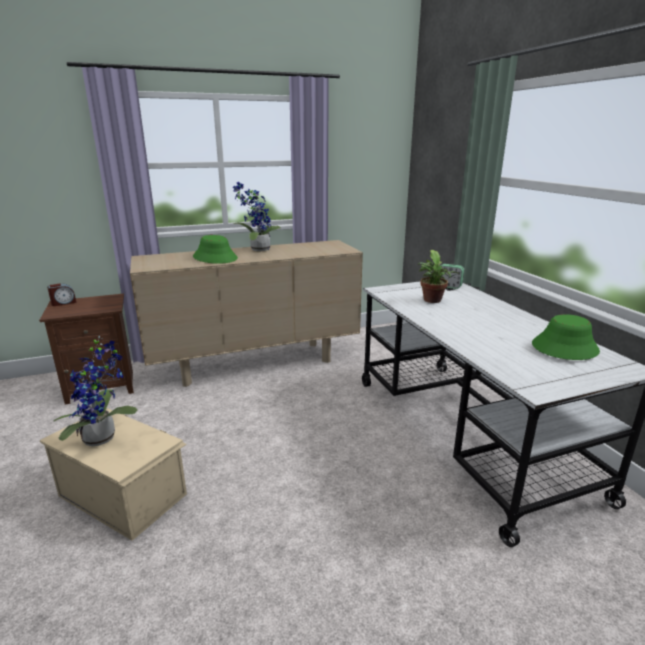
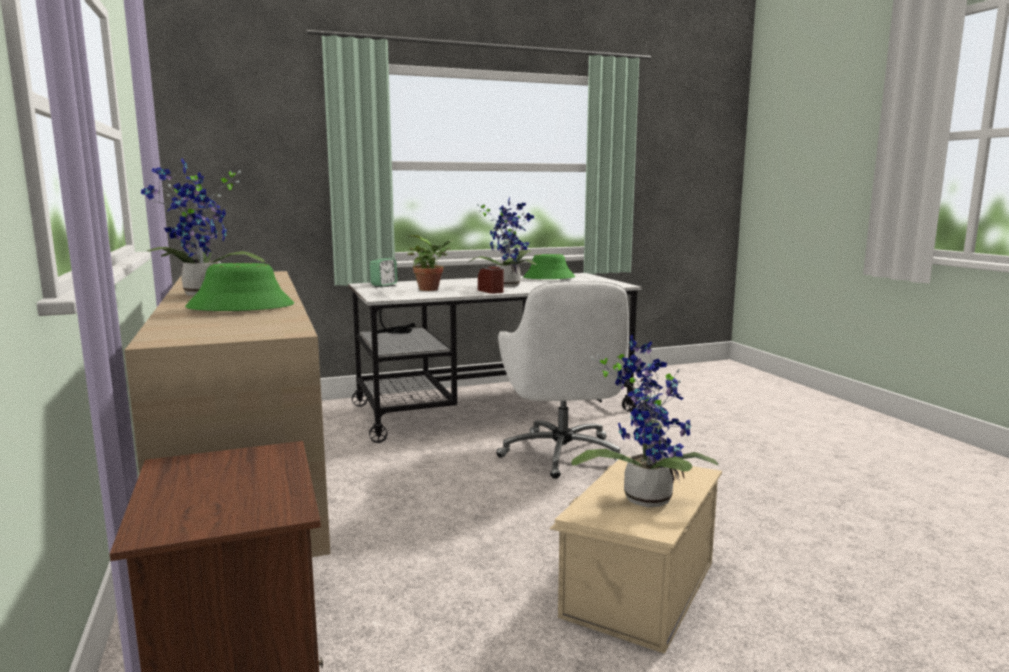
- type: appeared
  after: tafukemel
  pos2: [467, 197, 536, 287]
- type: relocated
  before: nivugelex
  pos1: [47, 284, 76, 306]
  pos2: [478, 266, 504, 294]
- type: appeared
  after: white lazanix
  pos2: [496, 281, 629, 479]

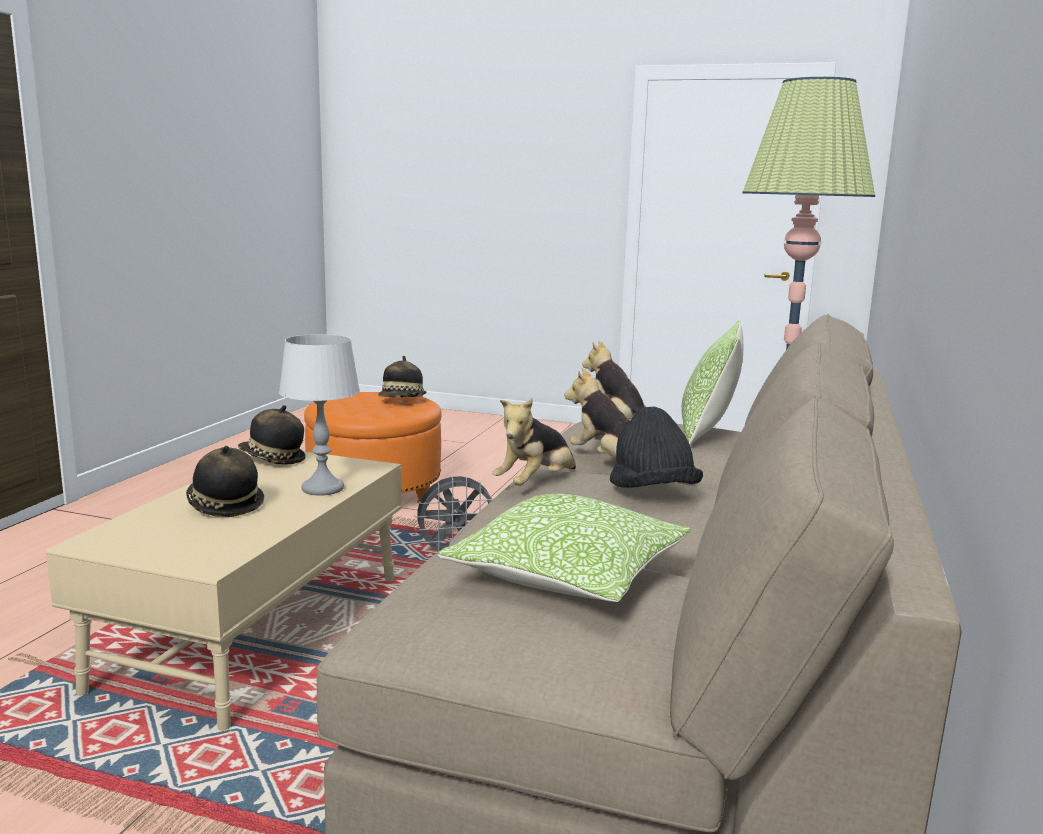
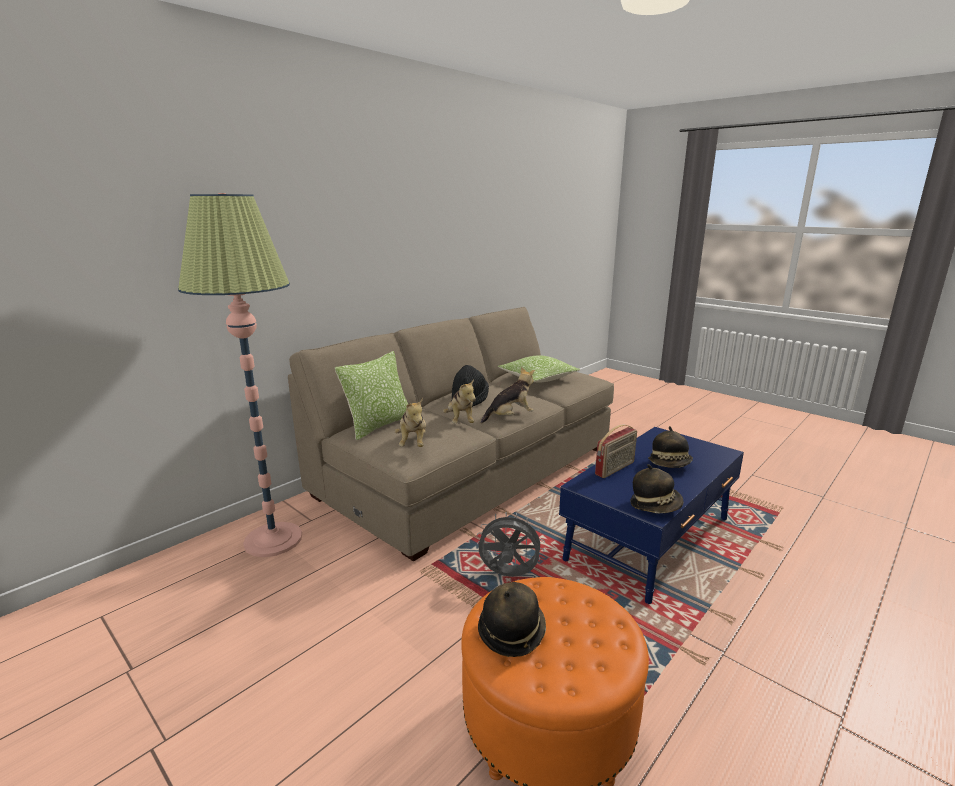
- type: colour
  before: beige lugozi
  after: blue lugozi
  pos1: [46, 451, 402, 731]
  pos2: [559, 427, 744, 604]
- type: exchanged
  before: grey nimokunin
  after: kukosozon
  pos1: [279, 334, 360, 496]
  pos2: [595, 425, 637, 478]

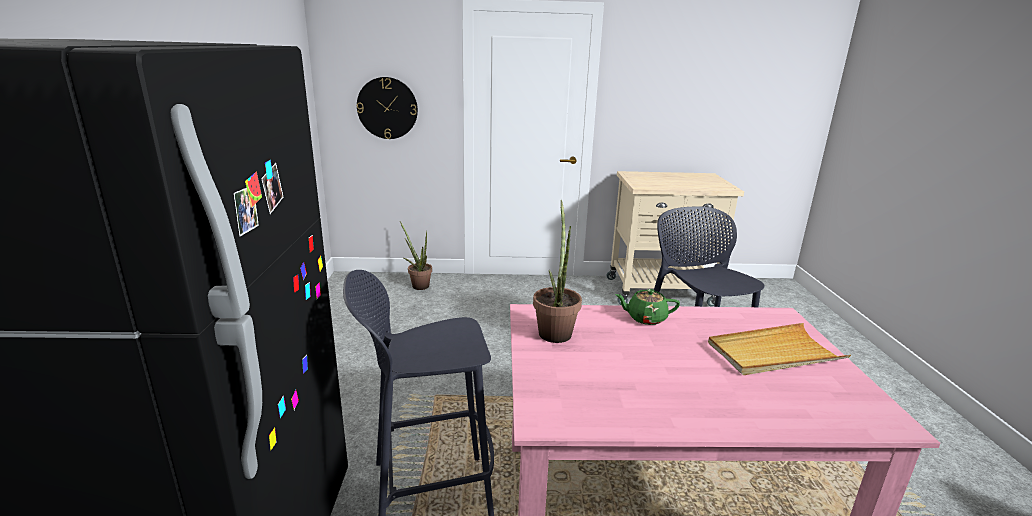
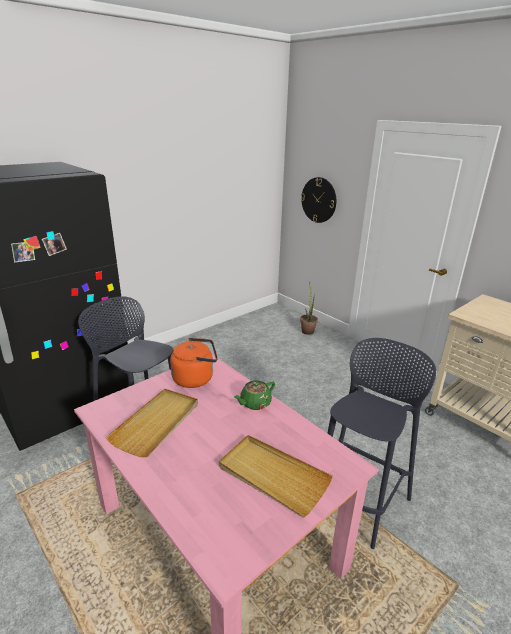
- type: appeared
  after: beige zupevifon
  pos2: [106, 389, 198, 457]
- type: exchanged
  before: tafukemel
  after: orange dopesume
  pos1: [533, 200, 582, 343]
  pos2: [170, 337, 218, 388]
- type: spun
  before: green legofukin
  pos1: [615, 289, 680, 325]
  pos2: [234, 380, 275, 410]
  turn: -90

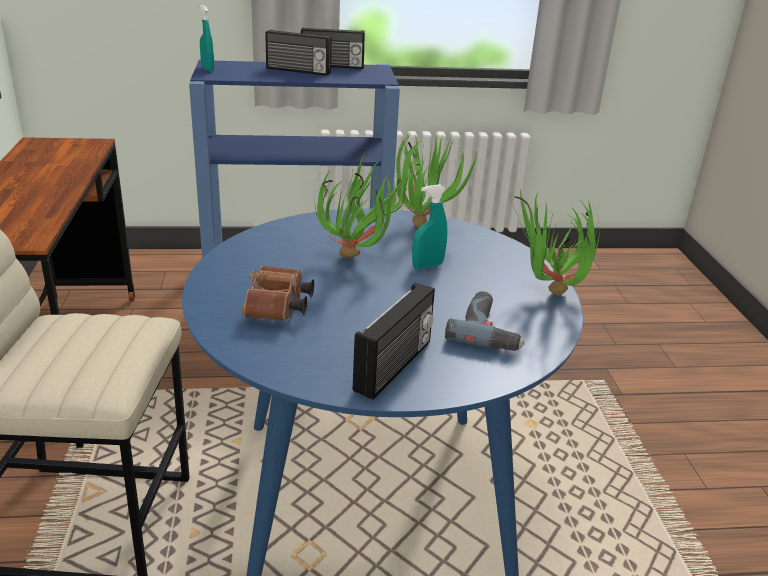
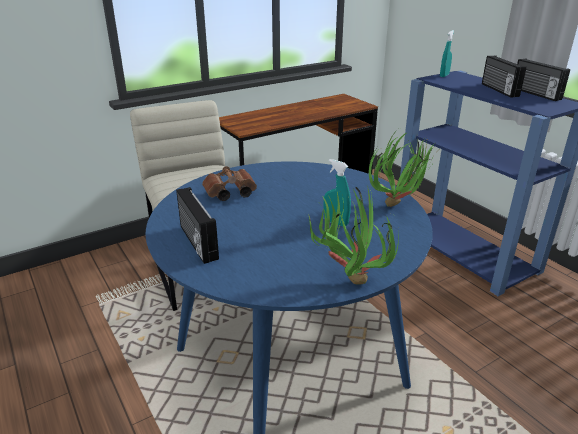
- type: spun
  before: kukosozon
  pos1: [353, 283, 435, 399]
  pos2: [176, 187, 219, 264]
  turn: 60
- type: missing
  before: tafukemel
  pos1: [315, 154, 408, 258]
- type: missing
  before: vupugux
  pos1: [445, 291, 525, 351]

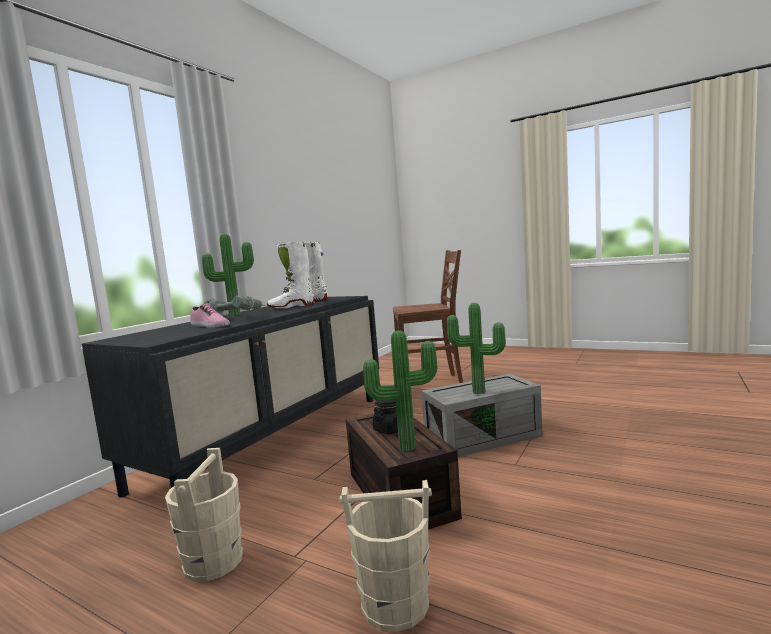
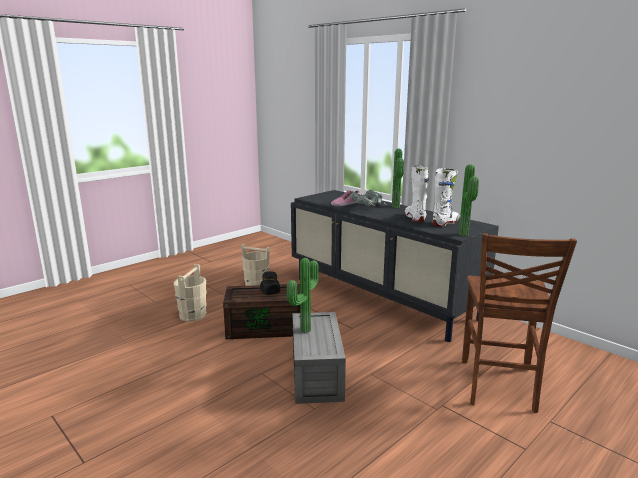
- type: relocated
  before: tafukemel
  pos1: [363, 330, 437, 451]
  pos2: [459, 164, 479, 236]

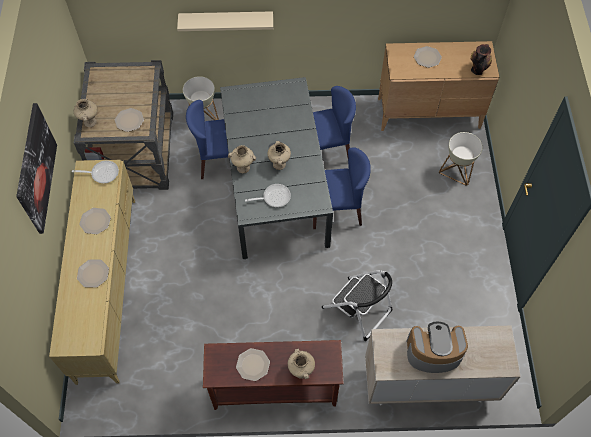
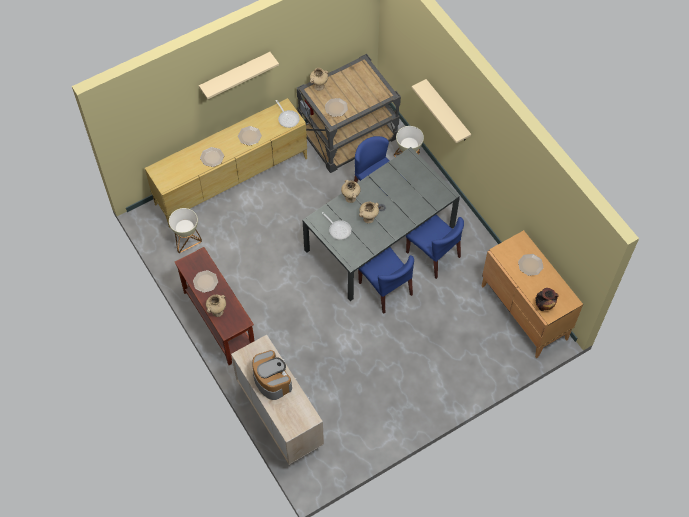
- type: relocated
  before: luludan
  pos1: [439, 132, 483, 186]
  pos2: [169, 208, 202, 253]
- type: exchanged
  before: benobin
  after: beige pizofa
  pos1: [16, 103, 57, 234]
  pos2: [199, 52, 279, 99]
- type: missing
  before: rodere
  pos1: [322, 270, 393, 341]

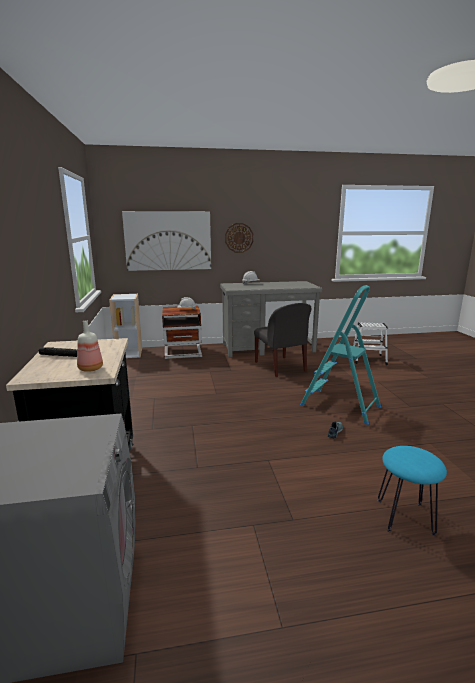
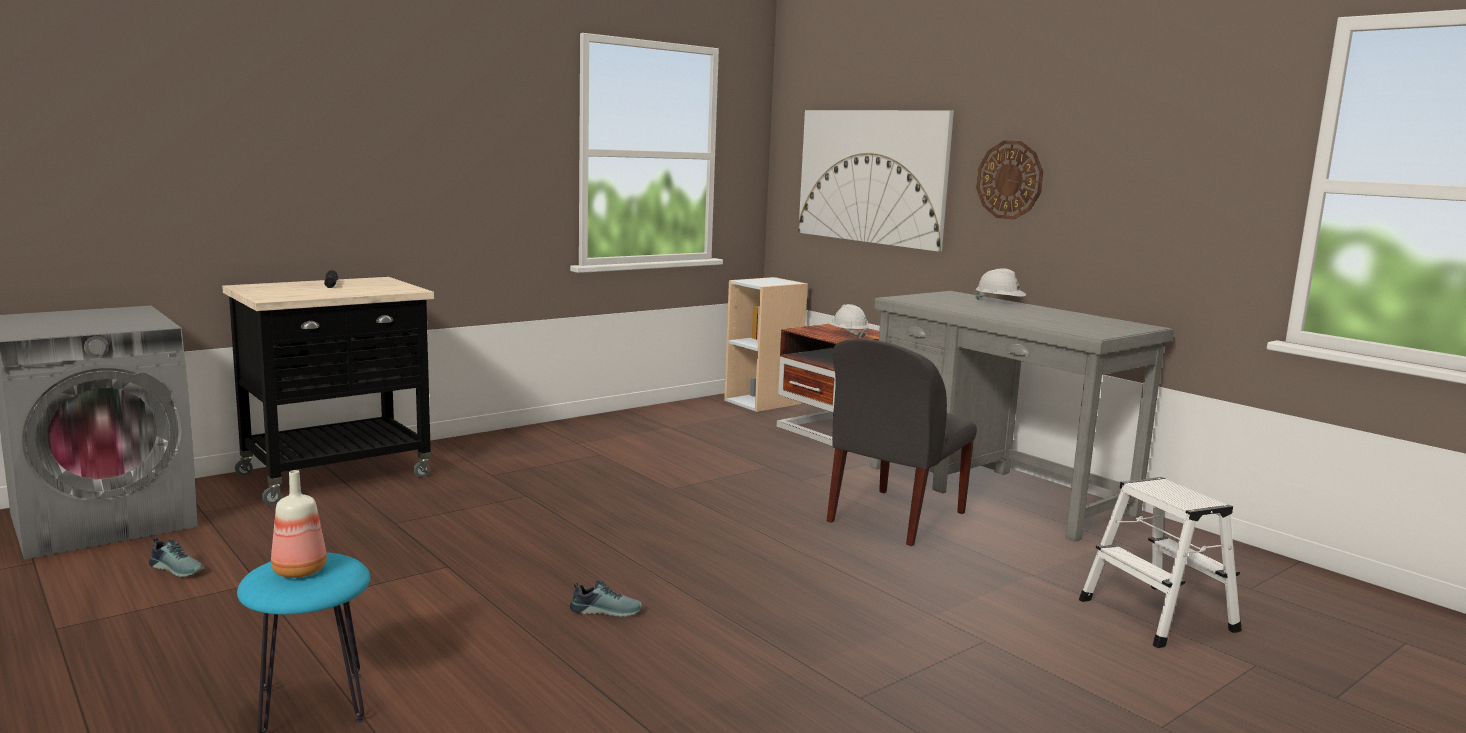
- type: appeared
  after: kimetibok
  pos2: [149, 537, 204, 577]
- type: relocated
  before: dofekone
  pos1: [77, 320, 103, 372]
  pos2: [271, 470, 327, 578]
- type: missing
  before: turquoise rodere
  pos1: [300, 285, 381, 425]

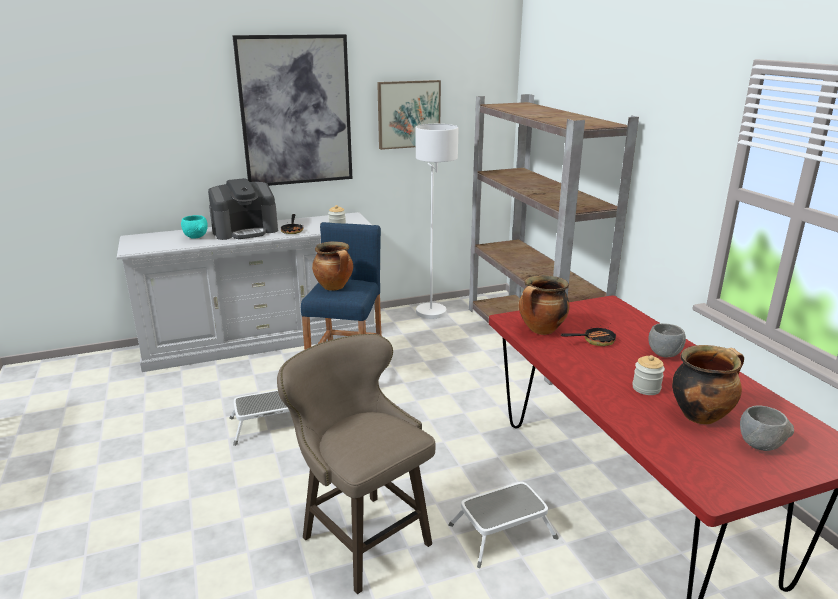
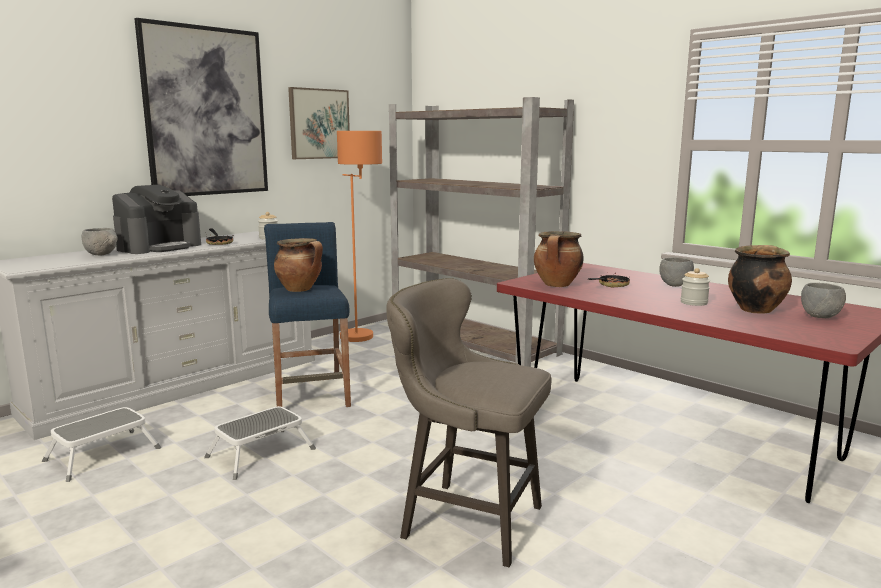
- type: relocated
  before: grey rodere
  pos1: [448, 482, 559, 568]
  pos2: [42, 407, 161, 482]
- type: colour
  before: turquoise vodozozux
  after: grey vodozozux
  pos1: [181, 215, 208, 239]
  pos2: [82, 228, 118, 255]
- type: colour
  before: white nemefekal
  after: orange nemefekal
  pos1: [416, 124, 458, 319]
  pos2: [337, 131, 382, 342]

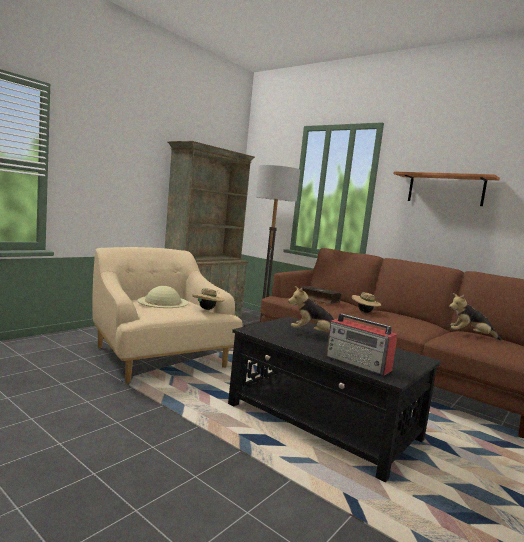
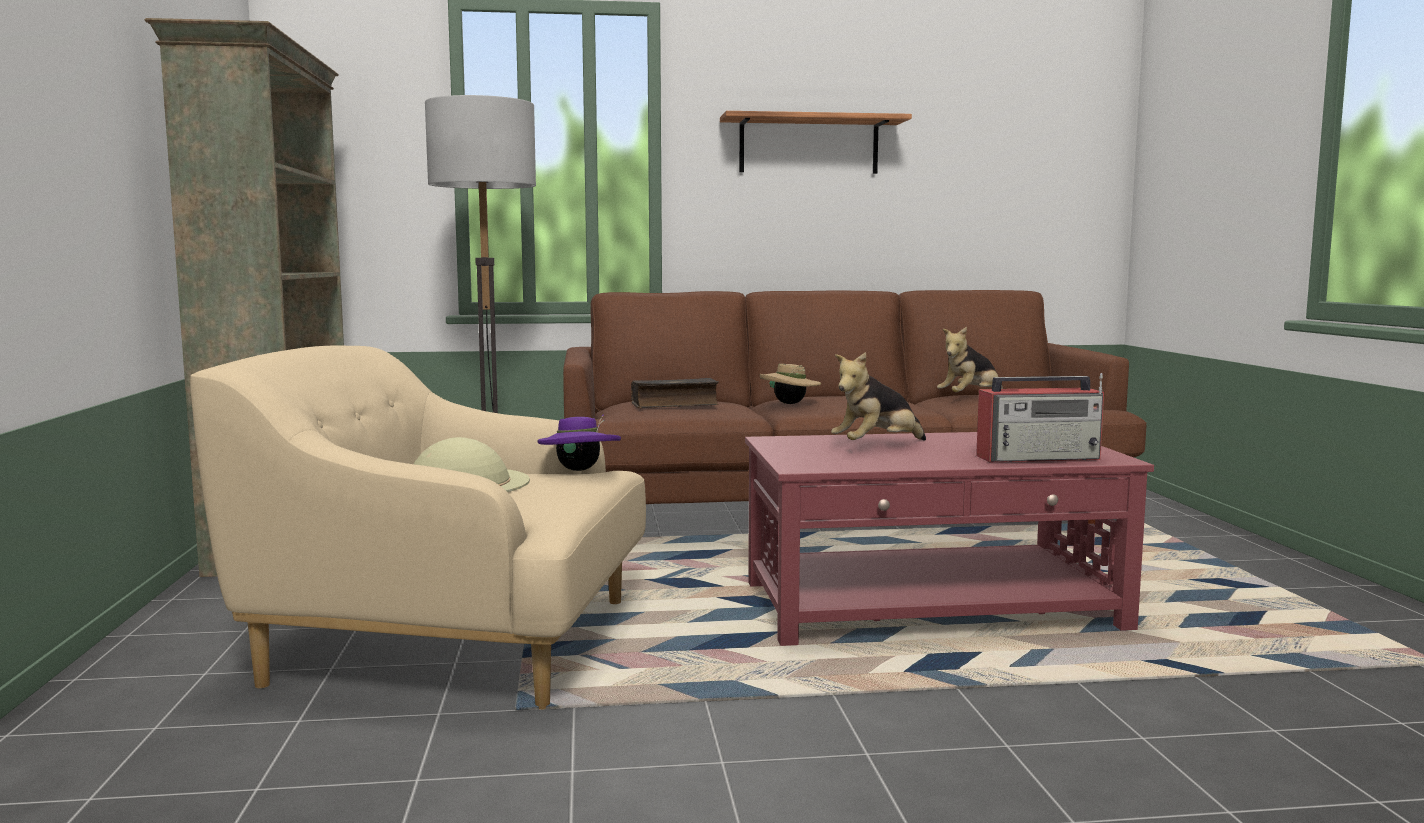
- type: colour
  before: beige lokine
  after: purple lokine
  pos1: [192, 288, 224, 310]
  pos2: [537, 415, 621, 471]
- type: colour
  before: black lugozi
  after: red lugozi
  pos1: [228, 316, 441, 482]
  pos2: [745, 432, 1154, 646]

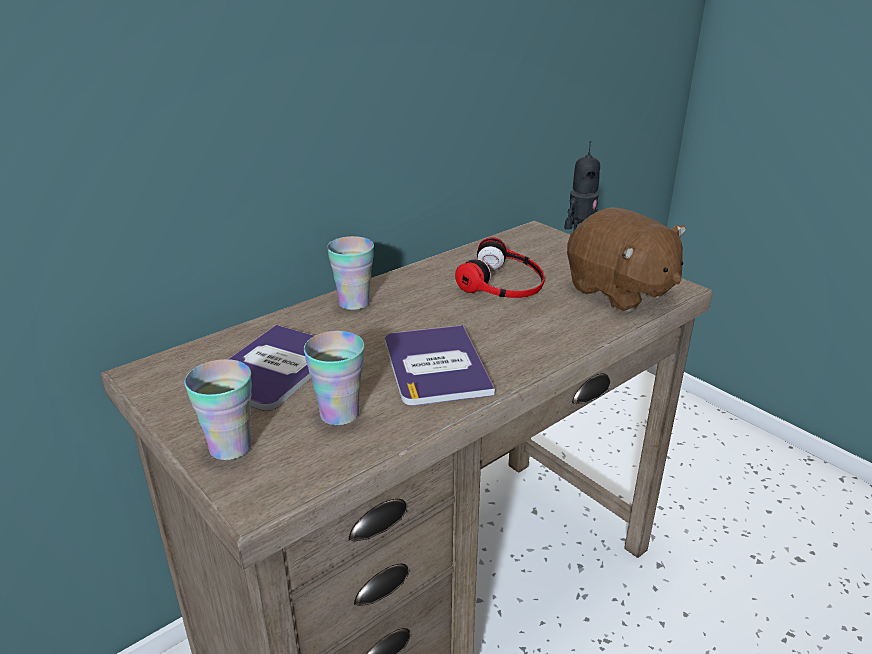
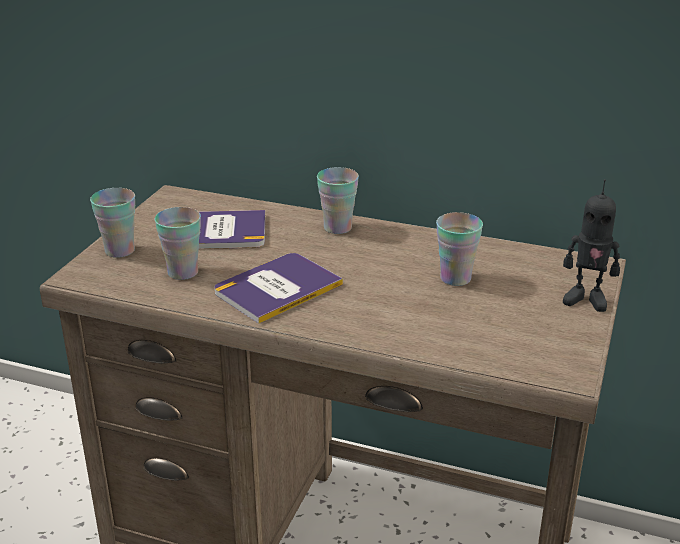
- type: exchanged
  before: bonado
  after: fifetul
  pos1: [455, 237, 545, 298]
  pos2: [436, 212, 483, 286]
- type: missing
  before: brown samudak
  pos1: [567, 207, 686, 312]

